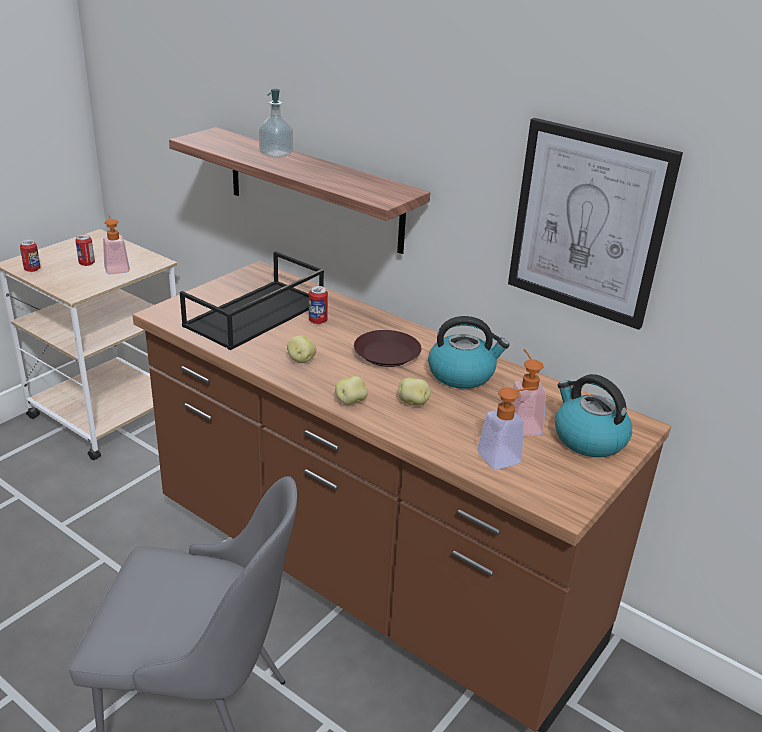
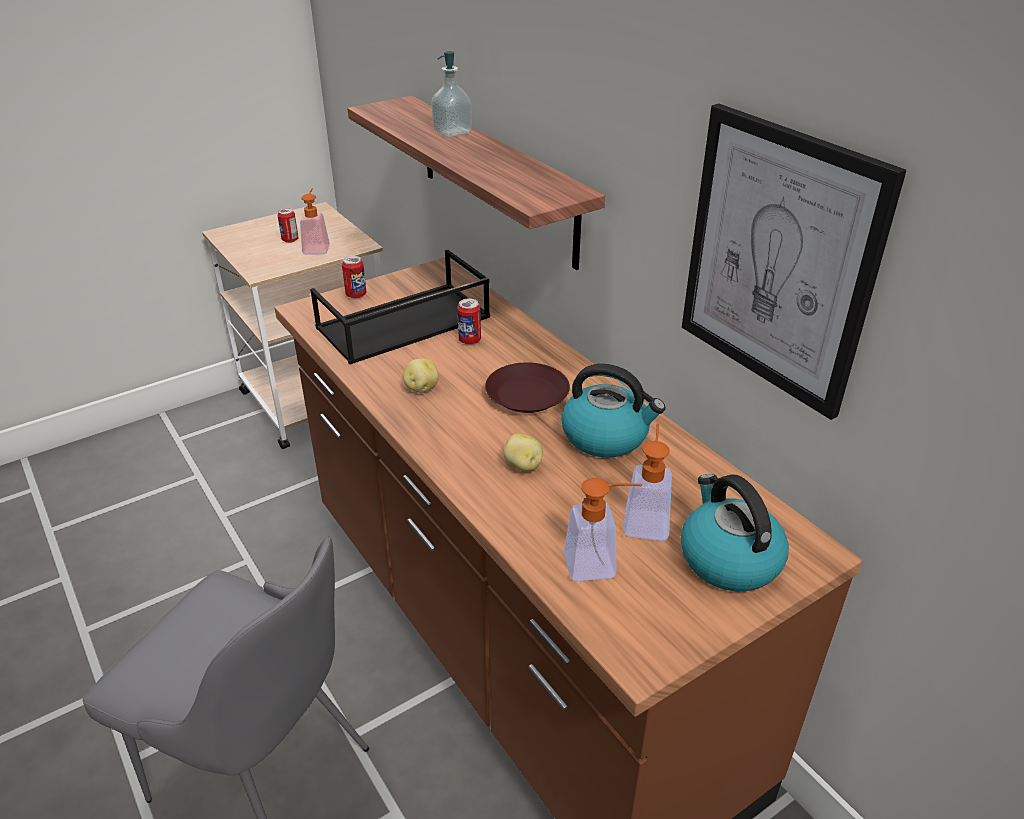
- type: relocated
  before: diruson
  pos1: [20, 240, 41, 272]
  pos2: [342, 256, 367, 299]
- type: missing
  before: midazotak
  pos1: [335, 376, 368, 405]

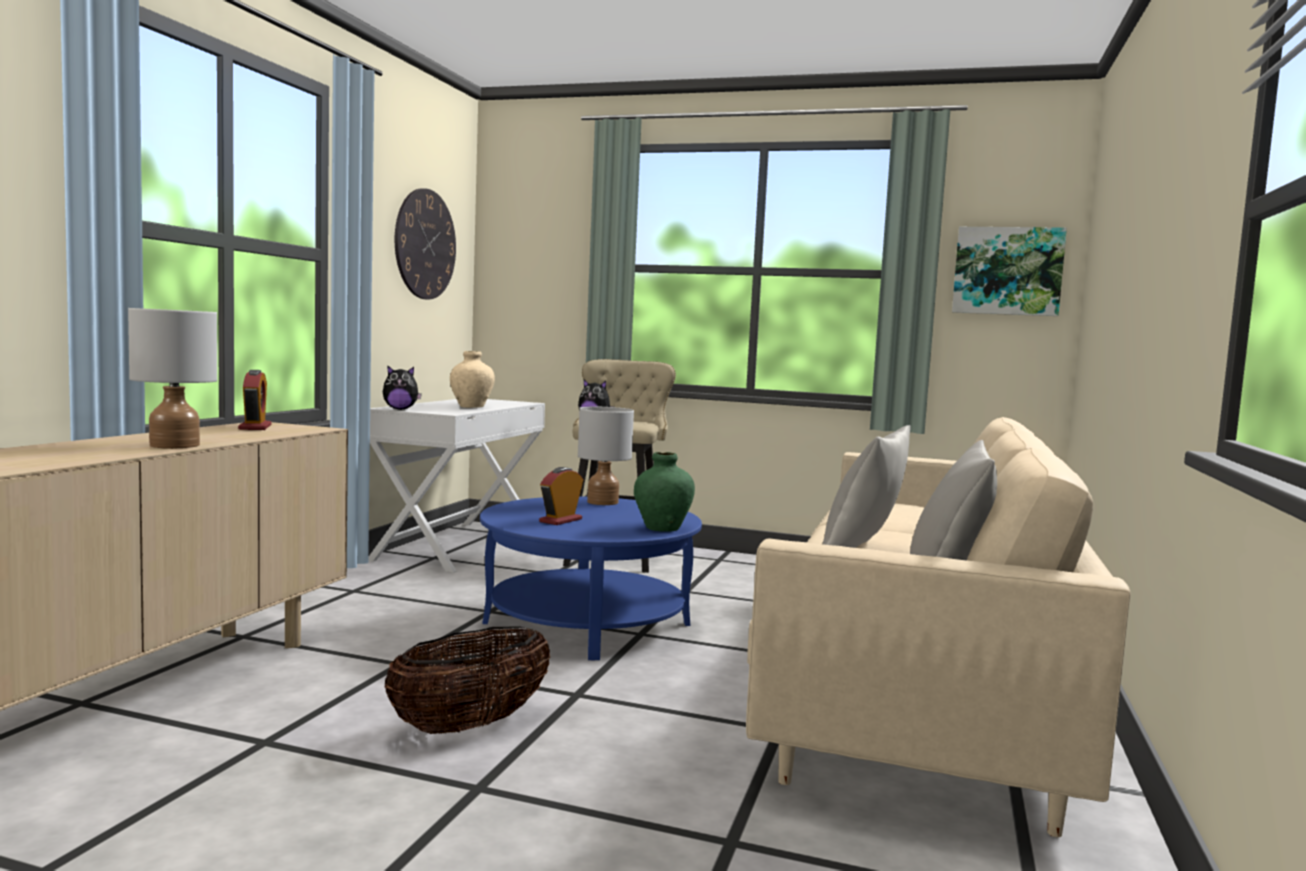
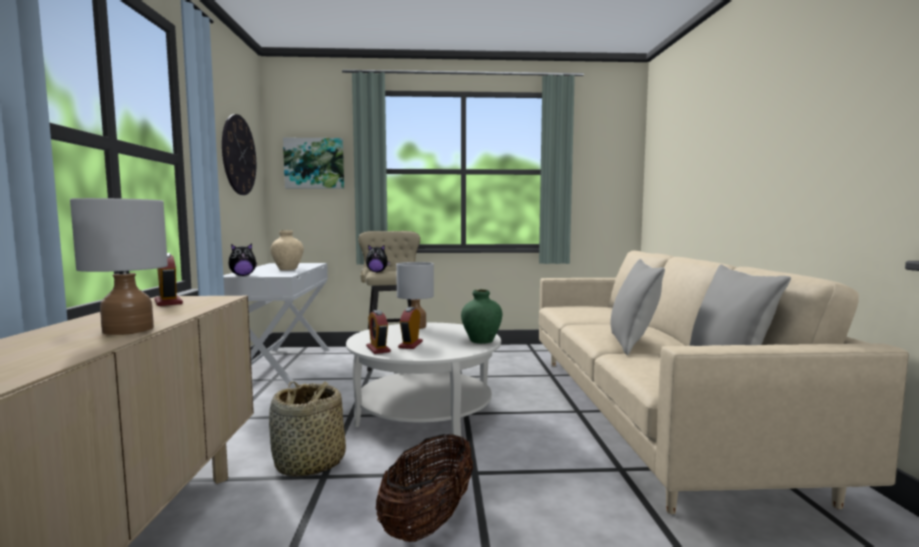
- type: appeared
  after: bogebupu
  pos2: [269, 381, 346, 477]
- type: relocated
  before: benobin
  pos1: [952, 227, 1067, 316]
  pos2: [283, 138, 344, 189]
- type: colour
  before: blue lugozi
  after: white lugozi
  pos1: [480, 496, 702, 660]
  pos2: [346, 323, 501, 437]
- type: appeared
  after: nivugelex
  pos2: [366, 310, 391, 354]

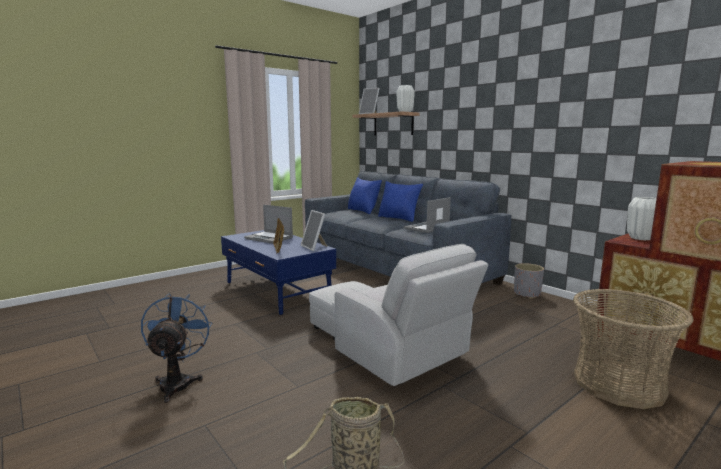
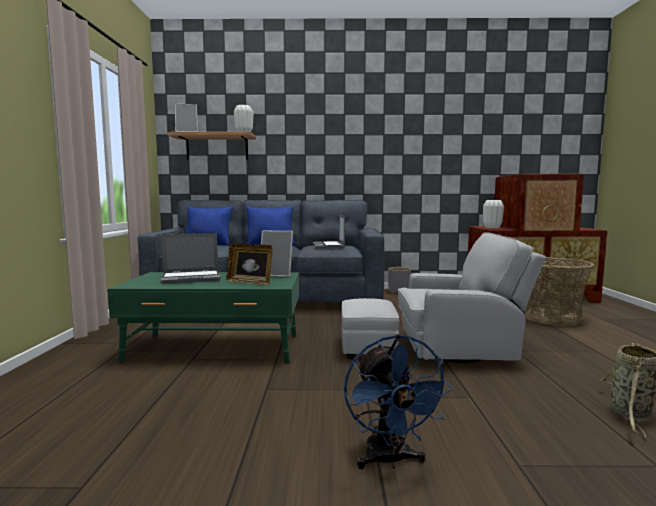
- type: colour
  before: blue lugozi
  after: green lugozi
  pos1: [221, 230, 336, 315]
  pos2: [107, 272, 299, 363]
- type: spun
  before: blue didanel
  pos1: [141, 294, 212, 403]
  pos2: [344, 334, 453, 469]
  turn: -135

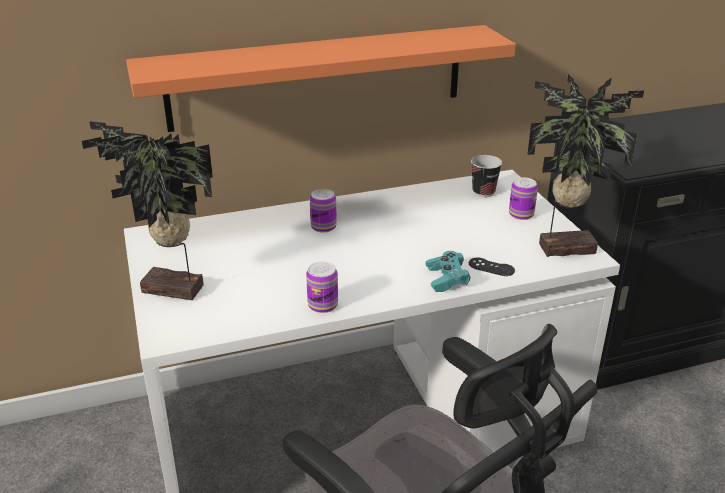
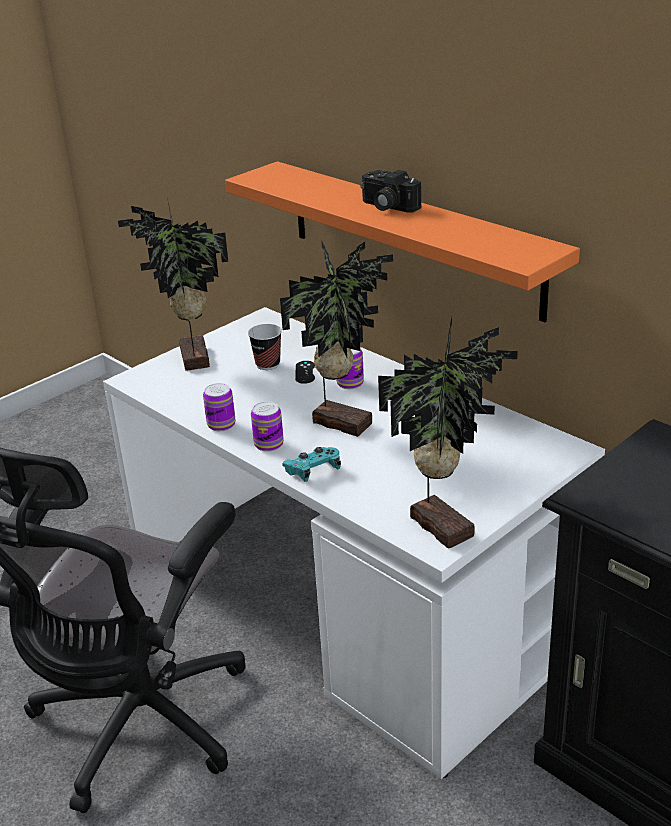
- type: relocated
  before: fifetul
  pos1: [471, 155, 502, 197]
  pos2: [248, 324, 282, 370]
- type: relocated
  before: diruson
  pos1: [509, 177, 538, 220]
  pos2: [251, 402, 284, 452]
- type: appeared
  after: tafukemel
  pos2: [280, 240, 393, 437]
- type: relocated
  before: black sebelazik
  pos1: [469, 258, 515, 276]
  pos2: [295, 361, 315, 384]
- type: appeared
  after: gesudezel
  pos2: [361, 170, 421, 213]

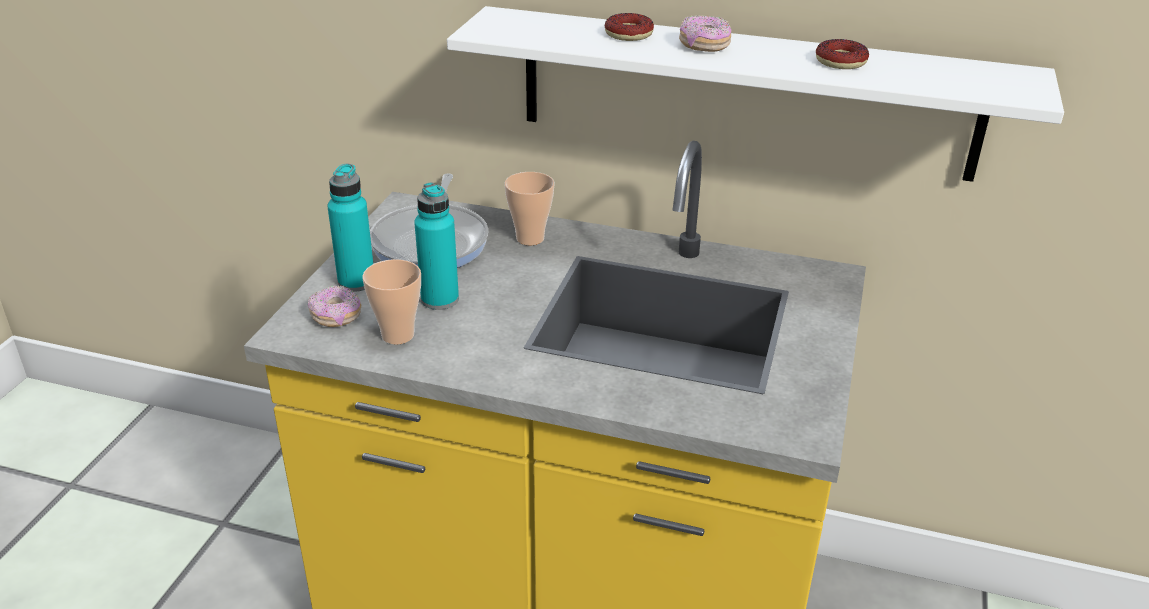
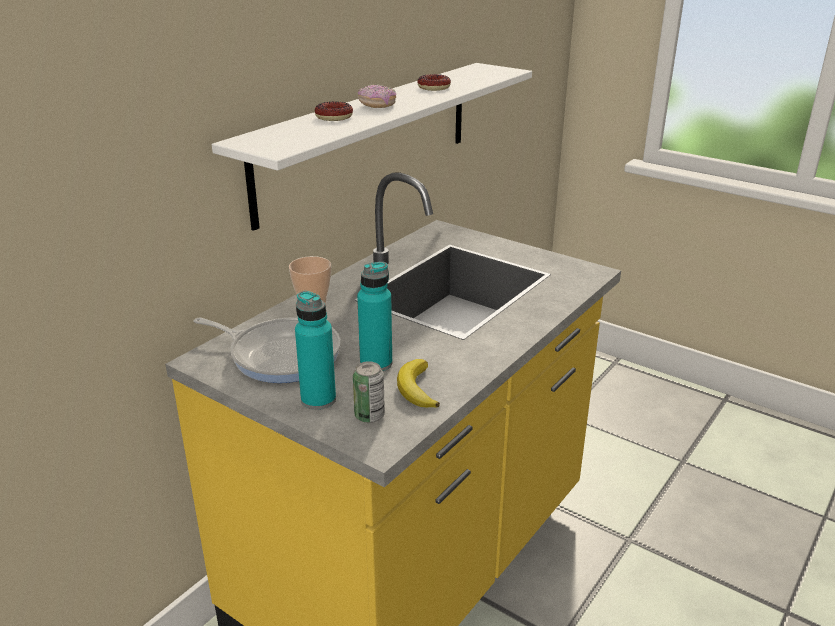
- type: exchanged
  before: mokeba
  after: diruson
  pos1: [308, 286, 361, 327]
  pos2: [353, 361, 385, 423]
- type: exchanged
  before: fifetul
  after: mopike
  pos1: [362, 259, 421, 344]
  pos2: [397, 359, 440, 408]

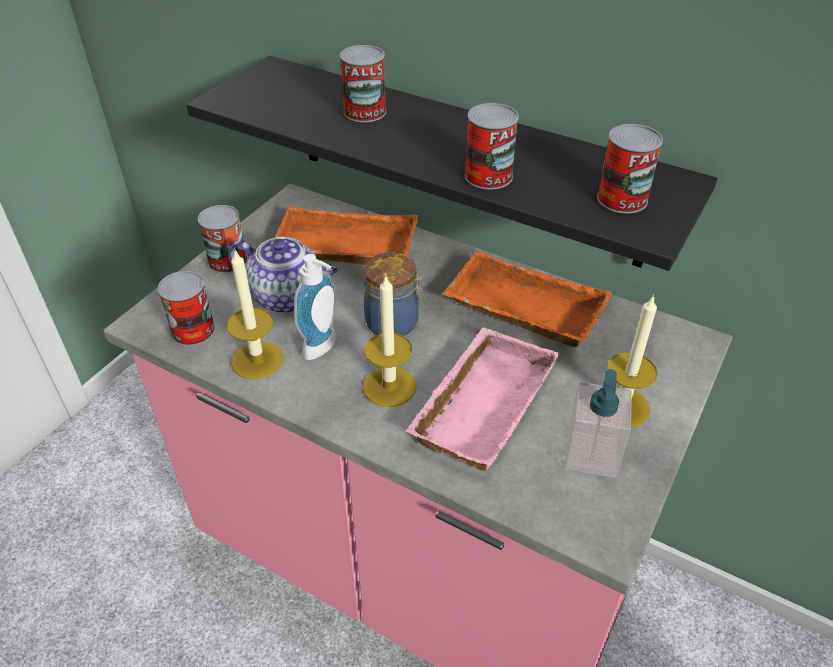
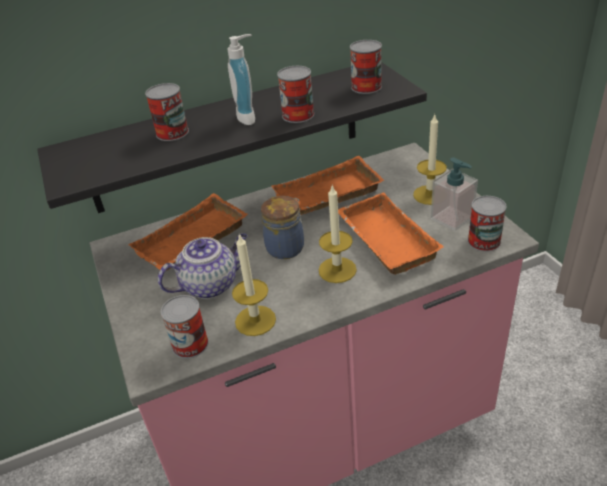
- type: relocated
  before: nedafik
  pos1: [294, 254, 337, 360]
  pos2: [227, 34, 255, 125]
- type: colour
  before: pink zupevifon
  after: orange zupevifon
  pos1: [406, 327, 560, 471]
  pos2: [338, 192, 444, 275]
- type: relocated
  before: diruson
  pos1: [198, 205, 248, 273]
  pos2: [468, 196, 507, 252]

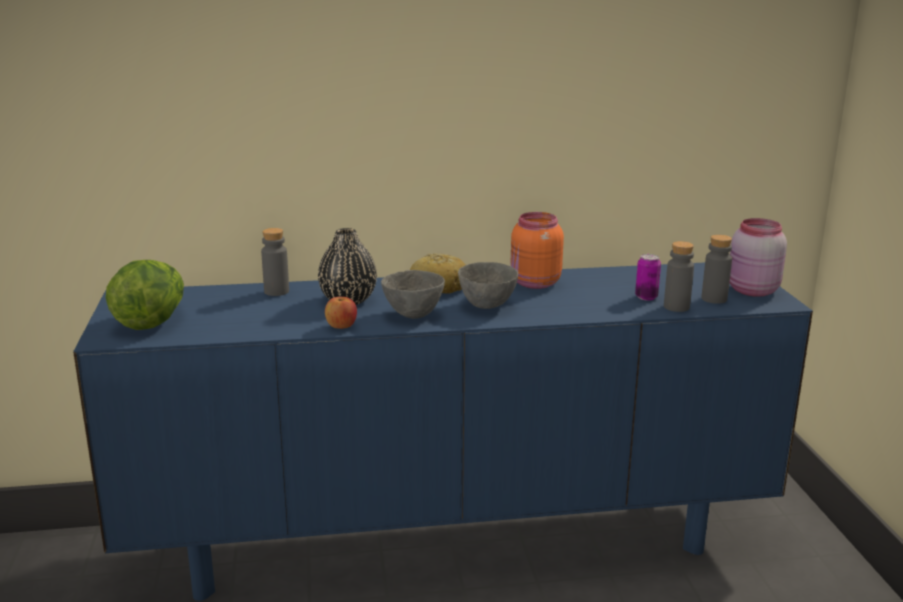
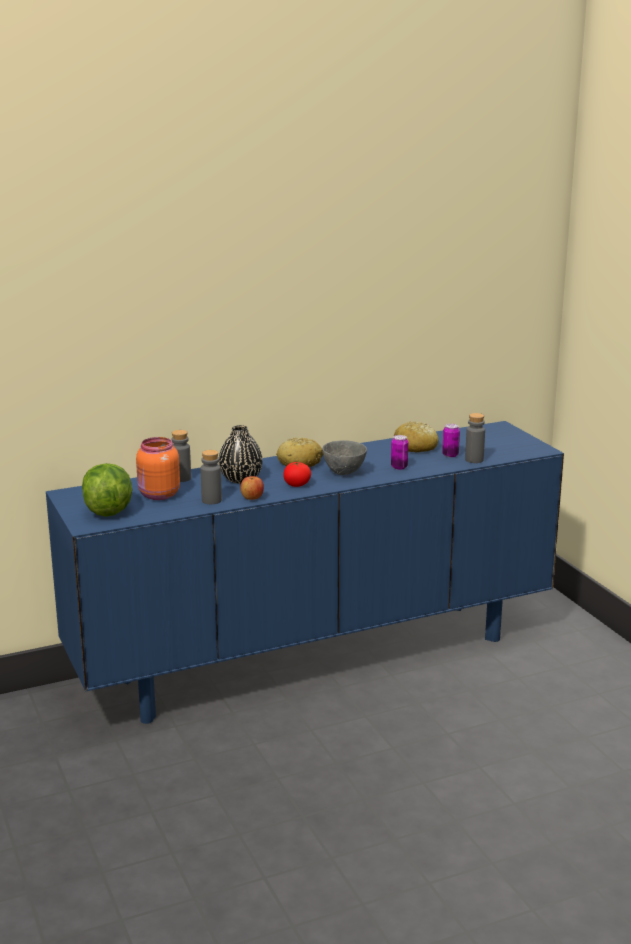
- type: relocated
  before: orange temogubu
  pos1: [510, 212, 564, 289]
  pos2: [136, 437, 180, 500]
- type: relocated
  before: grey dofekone
  pos1: [702, 235, 732, 304]
  pos2: [201, 450, 222, 504]
- type: exchanged
  before: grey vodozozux
  after: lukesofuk
  pos1: [381, 270, 445, 319]
  pos2: [283, 462, 311, 487]
- type: appeared
  after: diruson
  pos2: [391, 435, 408, 470]
- type: appeared
  after: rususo
  pos2: [394, 421, 439, 452]
- type: missing
  before: pink temogubu
  pos1: [729, 218, 787, 297]

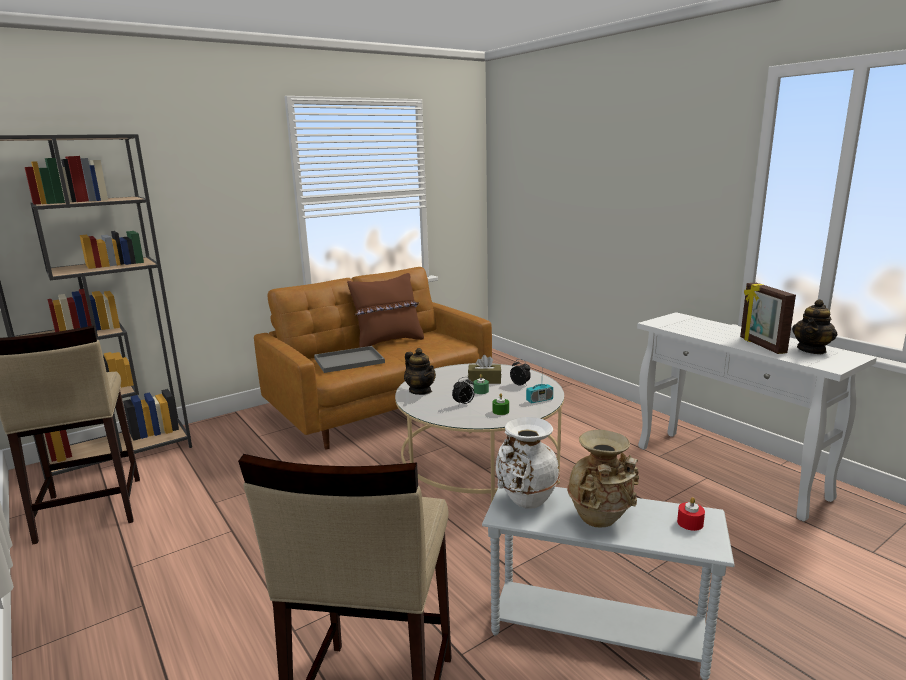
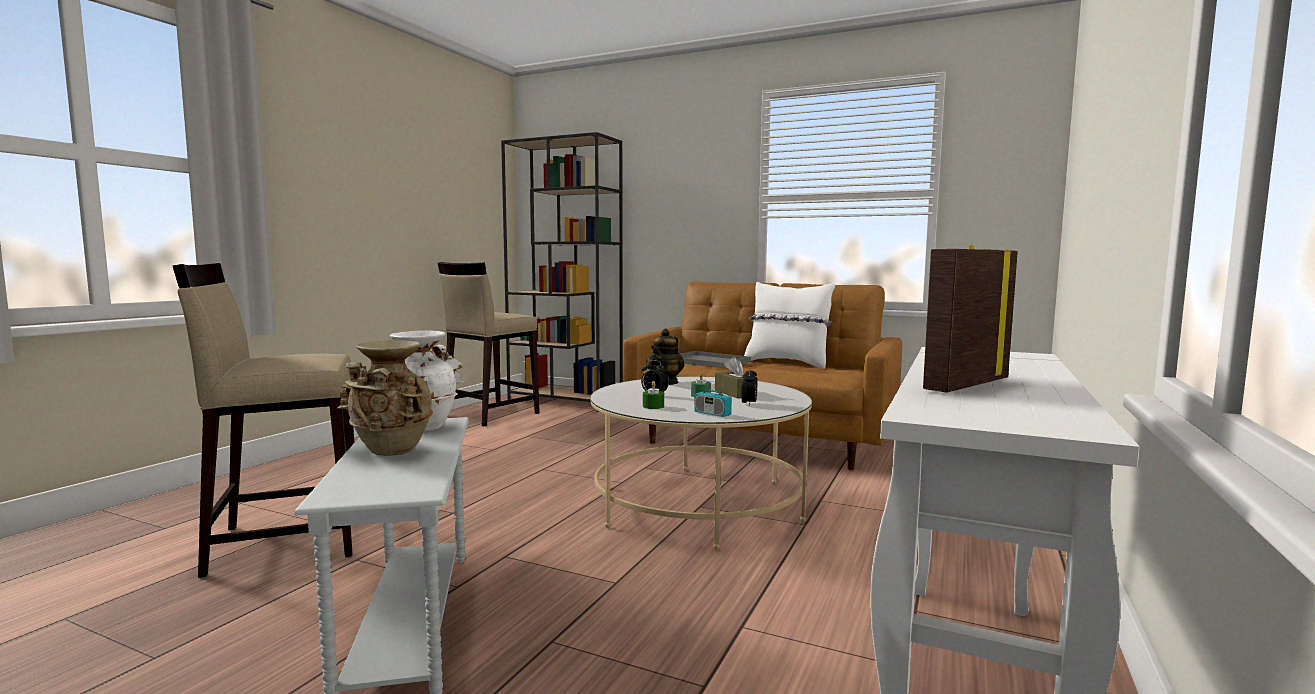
- type: colour
  before: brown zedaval
  after: white zedaval
  pos1: [347, 273, 424, 348]
  pos2: [744, 282, 835, 369]
- type: missing
  before: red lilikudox
  pos1: [677, 497, 705, 531]
- type: missing
  before: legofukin
  pos1: [792, 299, 837, 354]

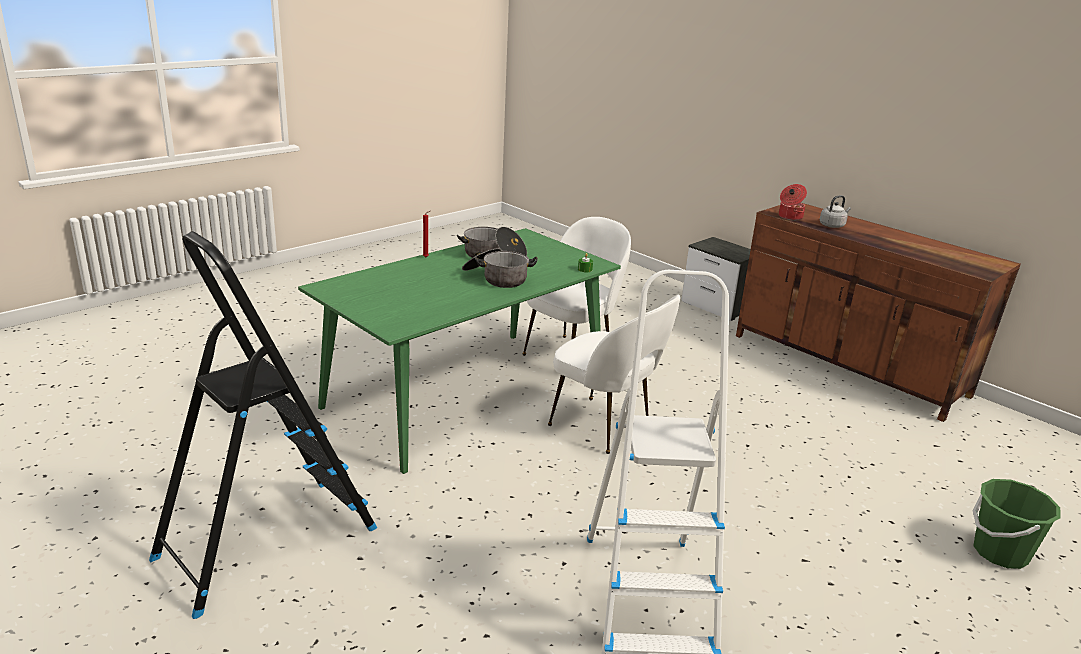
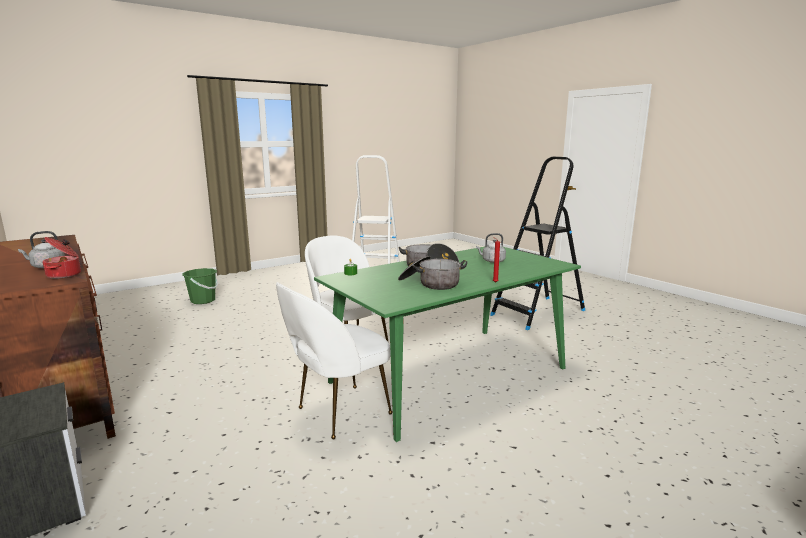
- type: appeared
  after: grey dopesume
  pos2: [476, 233, 506, 263]

